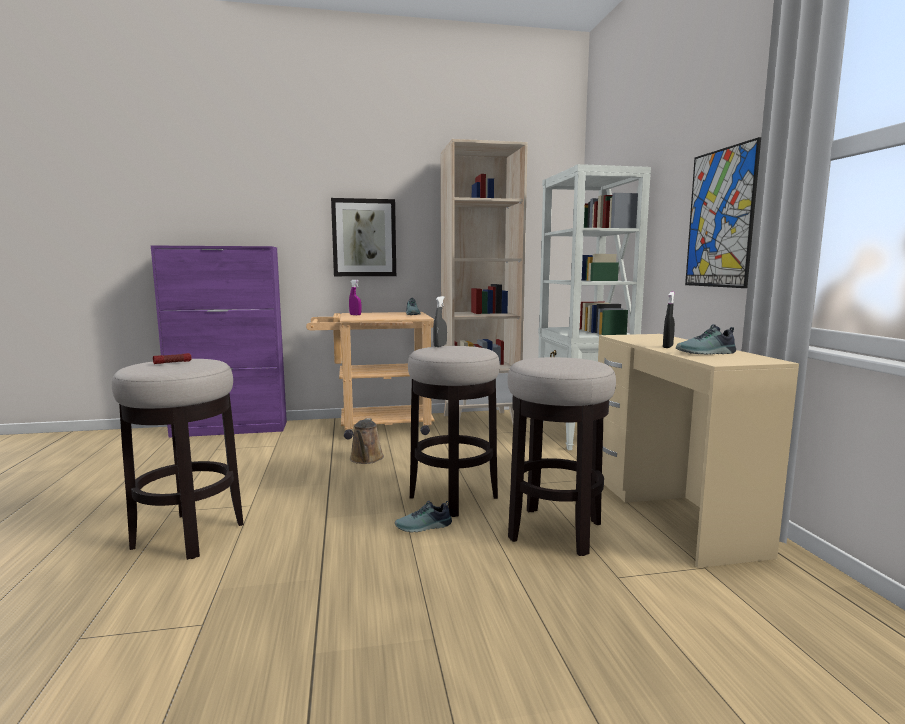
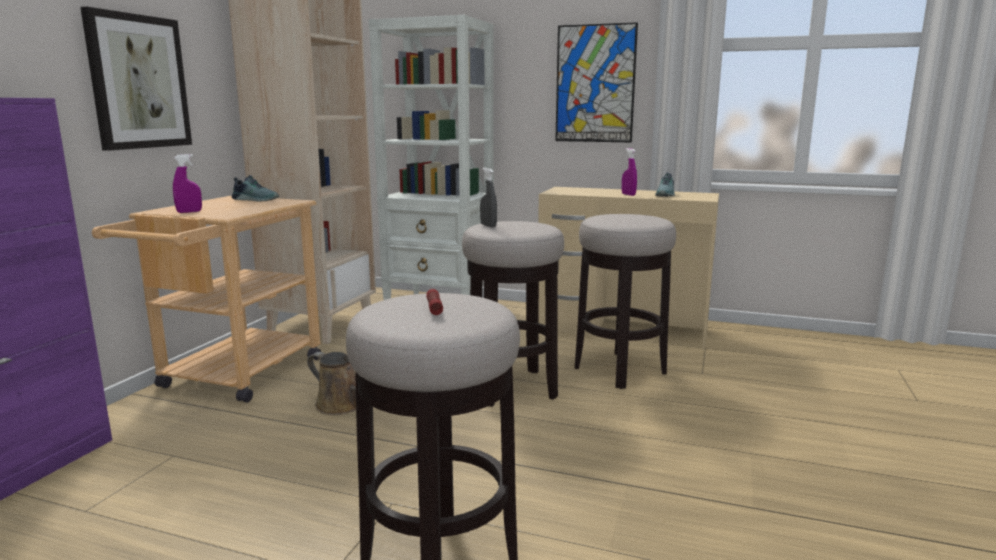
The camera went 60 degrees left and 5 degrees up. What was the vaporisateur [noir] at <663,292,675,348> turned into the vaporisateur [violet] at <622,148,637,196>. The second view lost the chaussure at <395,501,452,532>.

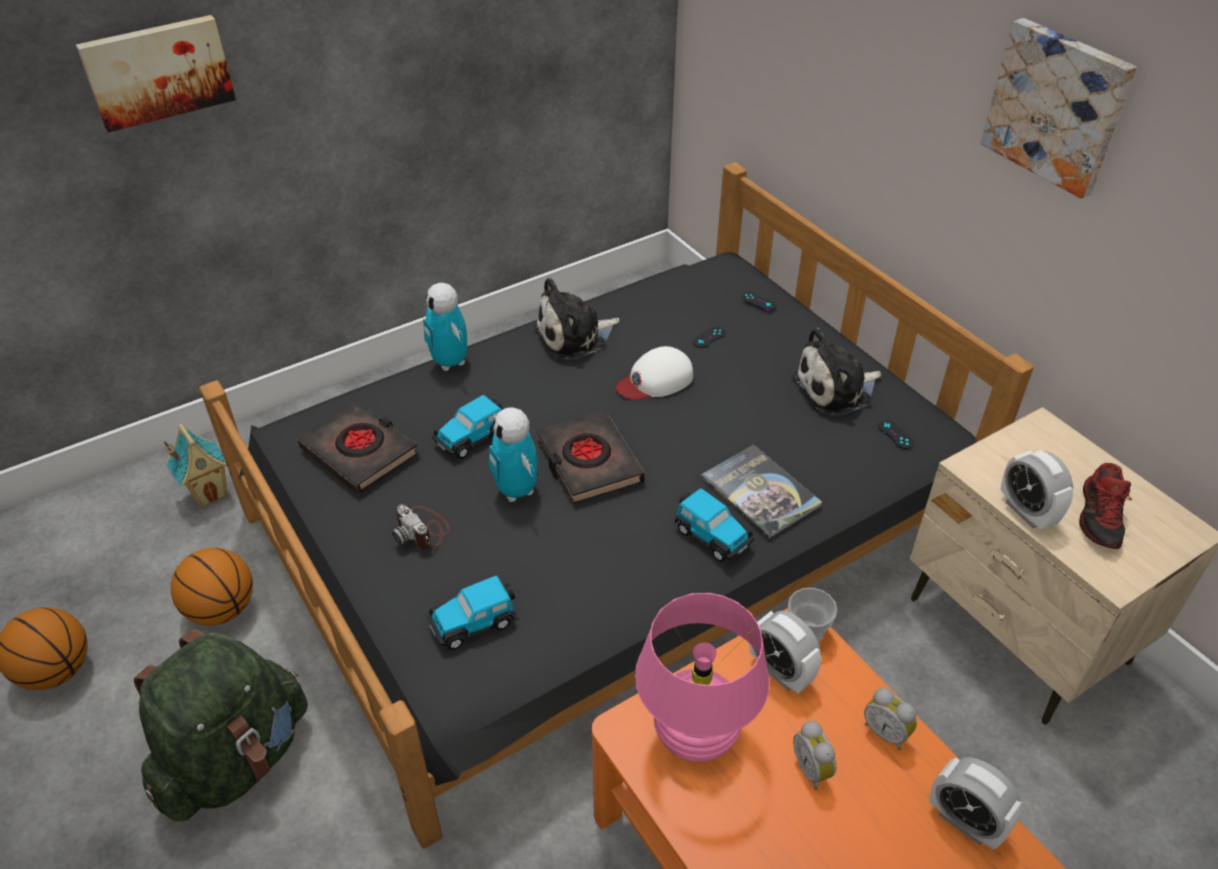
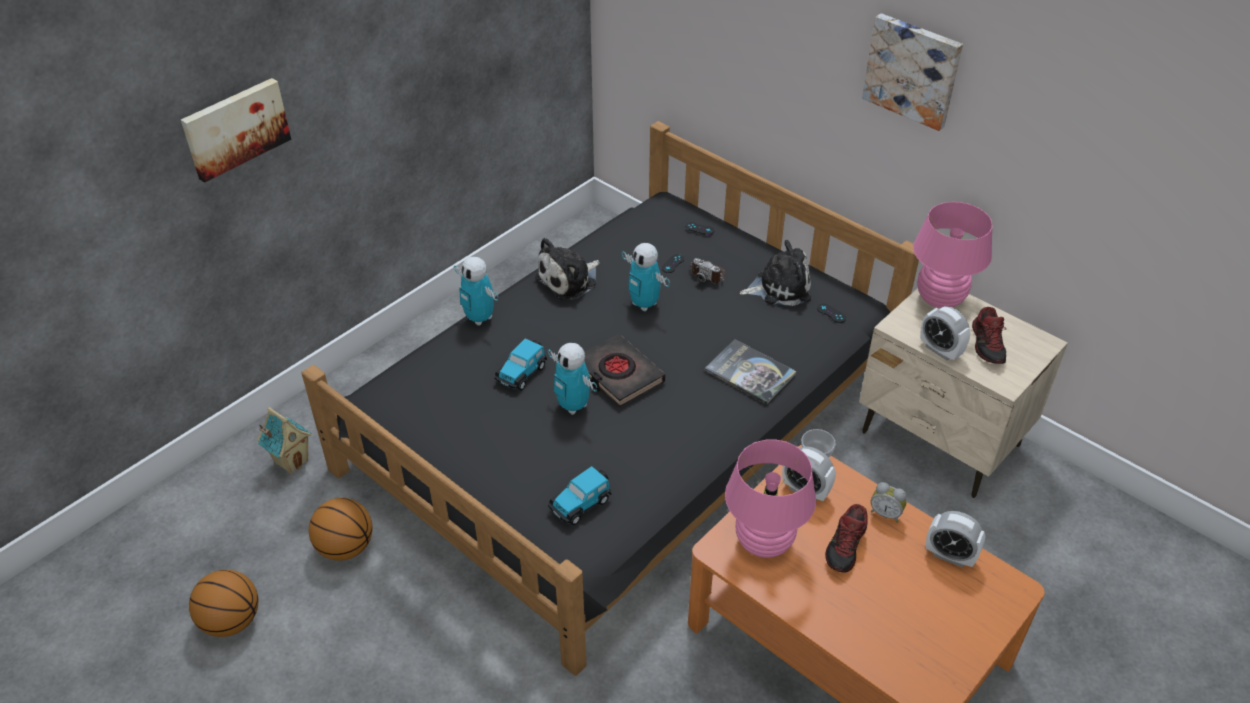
The camera went 15 degrees left and 0 degrees up. Where the casquette [blanc] stood at <616,346,693,400>, the robot jouet came to stand at <622,243,670,311>. The appareil photo ended up elsewhere, having gone from <392,504,450,549> to <689,258,725,284>. The peluche at <792,328,881,416> ended up facing another way, 150 degrees counterclockwise from before. Where the réveil stood at <793,721,836,790>, the chaussure came to stand at <825,504,868,573>. The second view gained the lampe de table [rose] at <913,202,992,308>. The second view lost the sac à dos [vert] at <134,629,308,822>. The second view lost the livre [noir] at <298,401,419,494>. The second view lost the petite voiture at <674,488,754,562>.

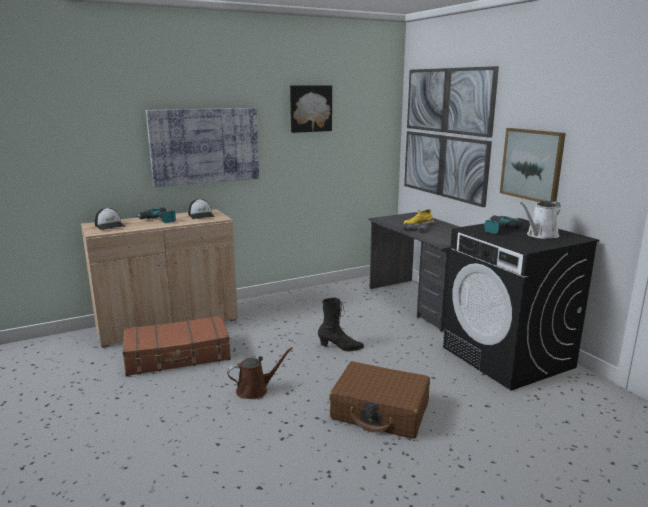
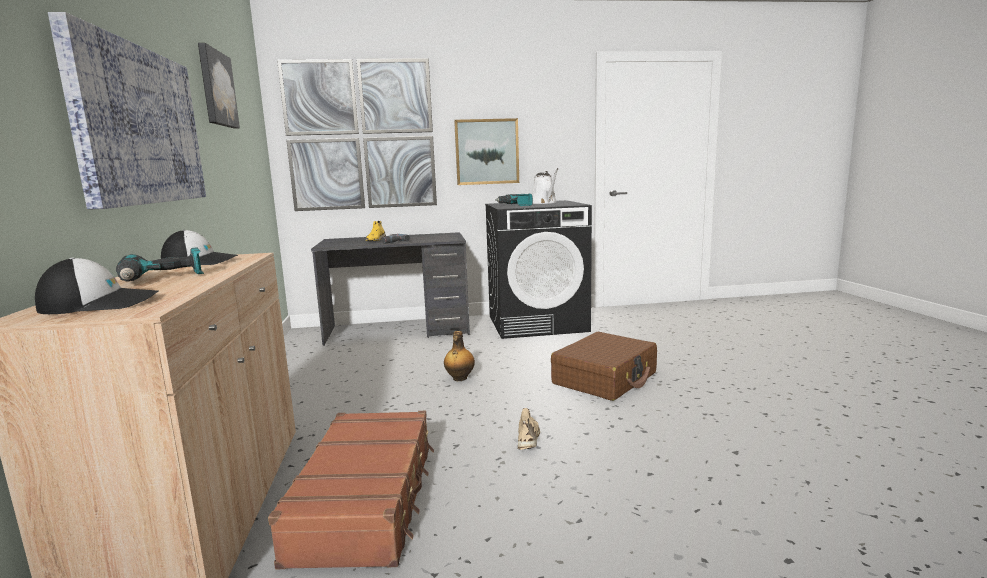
The camera went 70 degrees left and 5 degrees down. Where the botte [noir] stood at <318,298,364,351>, the bouteille came to stand at <444,331,475,381>. Where the arrosoir [marron] stood at <227,347,293,399>, the chaussure [beige] came to stand at <518,408,540,450>.

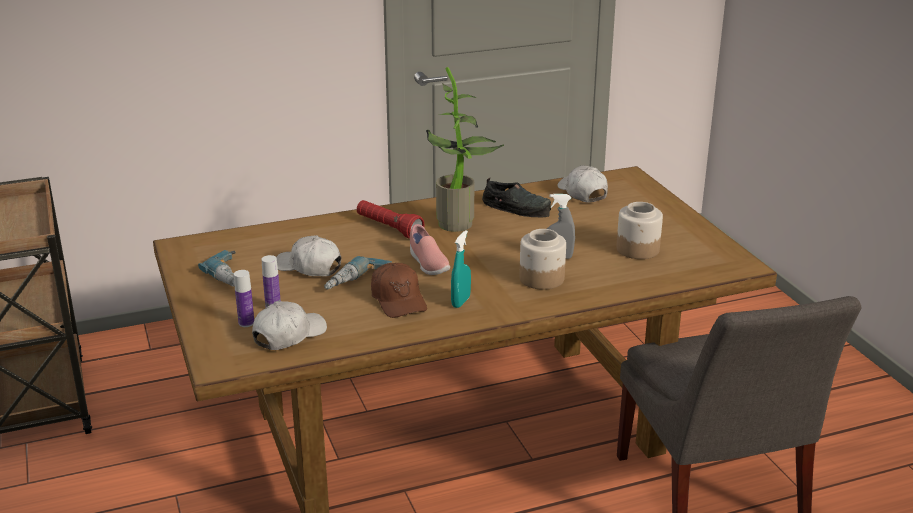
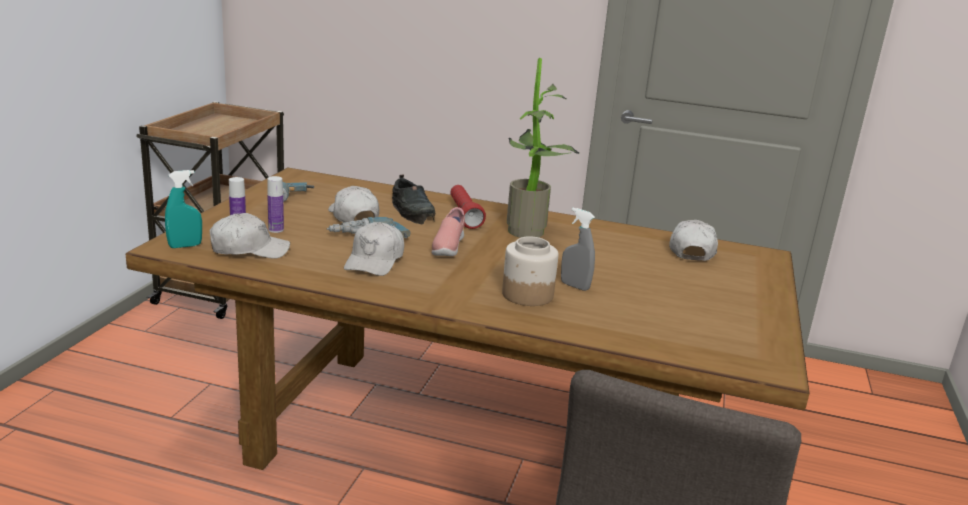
The camera went 35 degrees right and 5 degrees down. The vaporisateur [turquoise] ended up elsewhere, having gone from <451,230,471,308> to <165,170,202,248>. What was the casquette [marron] at <371,263,427,318> turned into the casquette [blanc] at <344,222,404,276>. The chaussure [noir] ended up elsewhere, having gone from <482,178,551,218> to <392,175,435,224>. The second view lost the bocal at <616,202,663,259>.

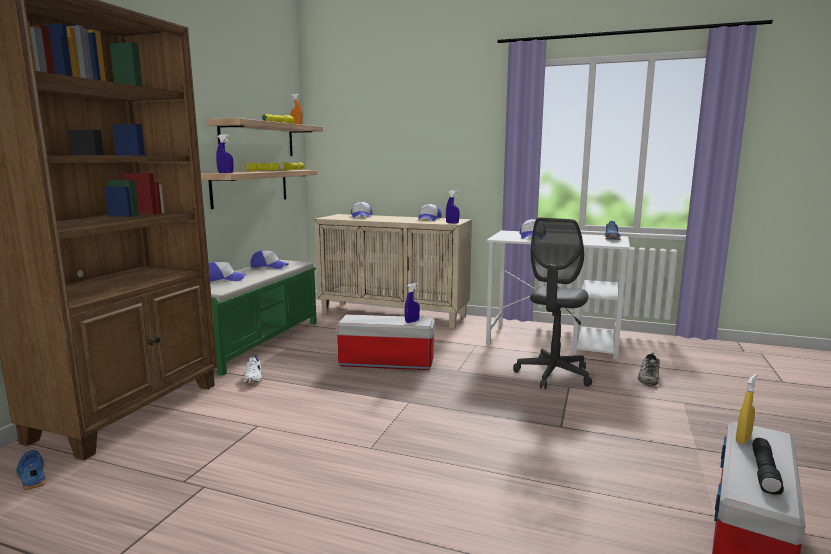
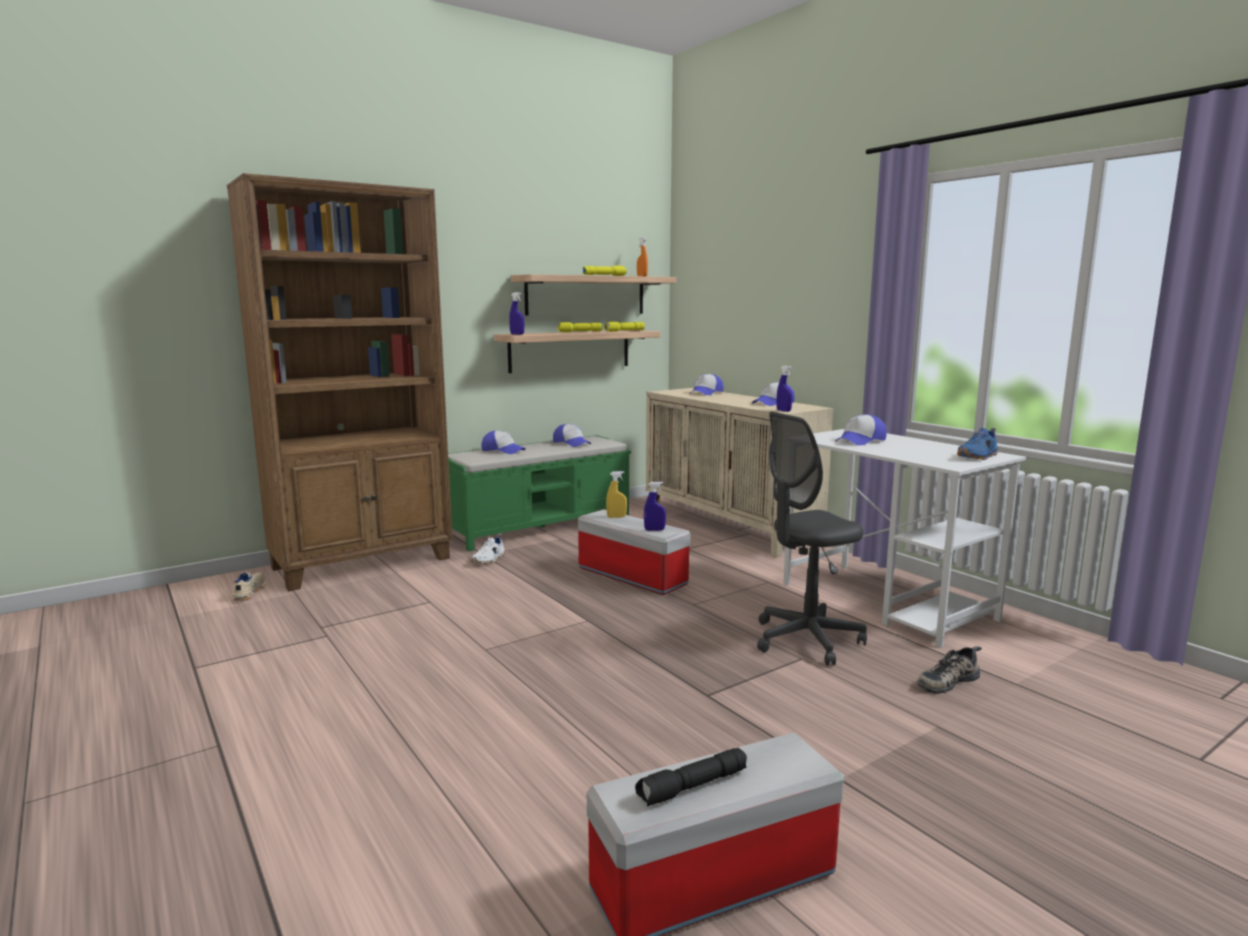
The camera went 35 degrees right and 0 degrees up. What was the chaussure [bleu] at <16,450,47,490> turned into the chaussure [beige] at <232,572,265,601>. The vaporisateur [jaune] ended up elsewhere, having gone from <736,374,757,444> to <606,471,627,518>.

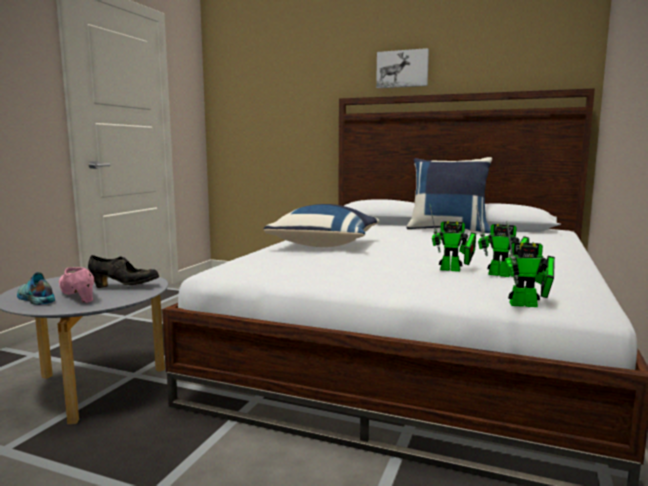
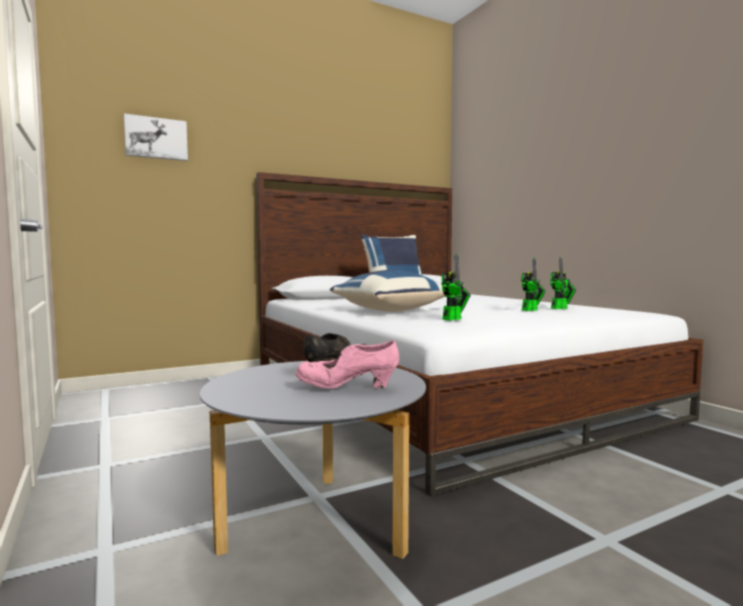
The camera went 50 degrees left and 5 degrees down. The tableau ended up elsewhere, having gone from <376,48,429,88> to <124,114,188,161>. The robot jouet ended up elsewhere, having gone from <505,221,555,307> to <442,253,471,321>. The second view lost the chaussure at <17,272,55,305>.

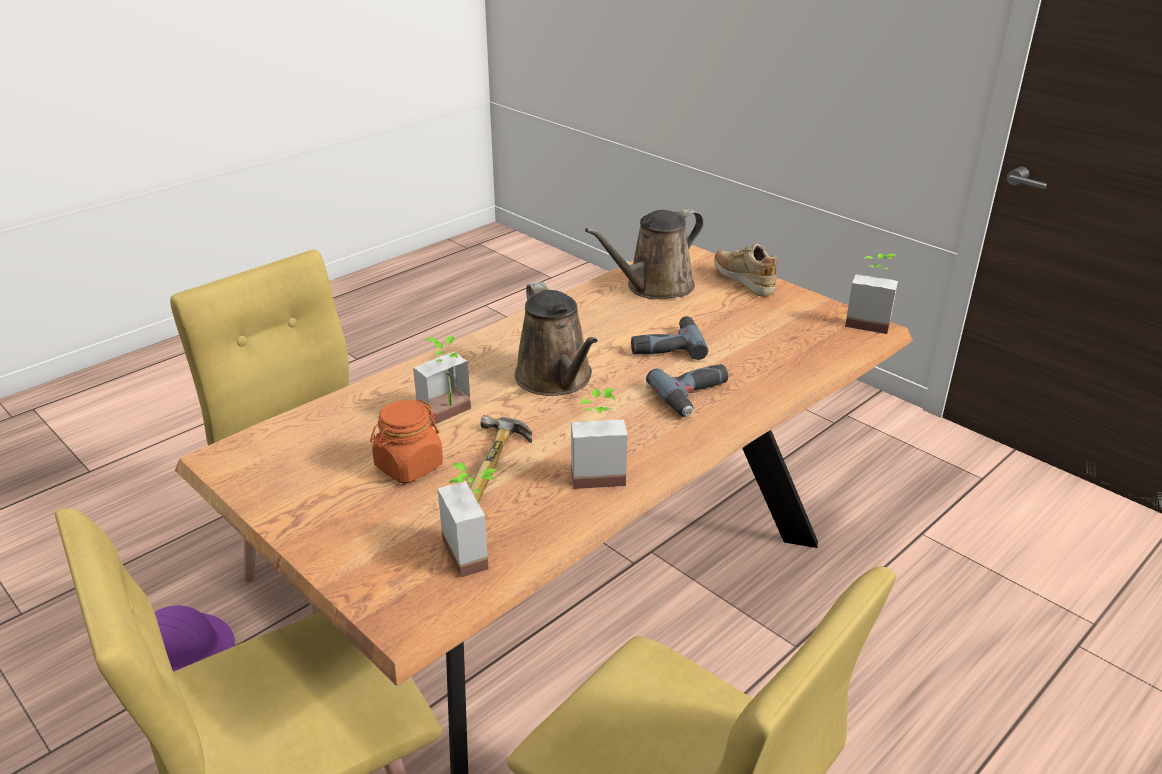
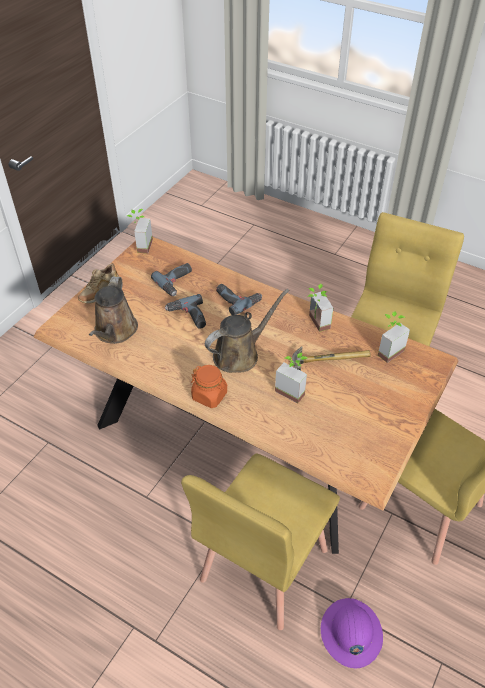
The camera went 105 degrees left and 15 degrees up. The arrosoir [marron] at <585,209,704,299> ended up facing another way, 60 degrees clockwise from before. The second view gained the perceuse at <151,263,192,296>. The bocal [orange] ended up elsewhere, having gone from <370,400,443,483> to <191,365,228,408>.

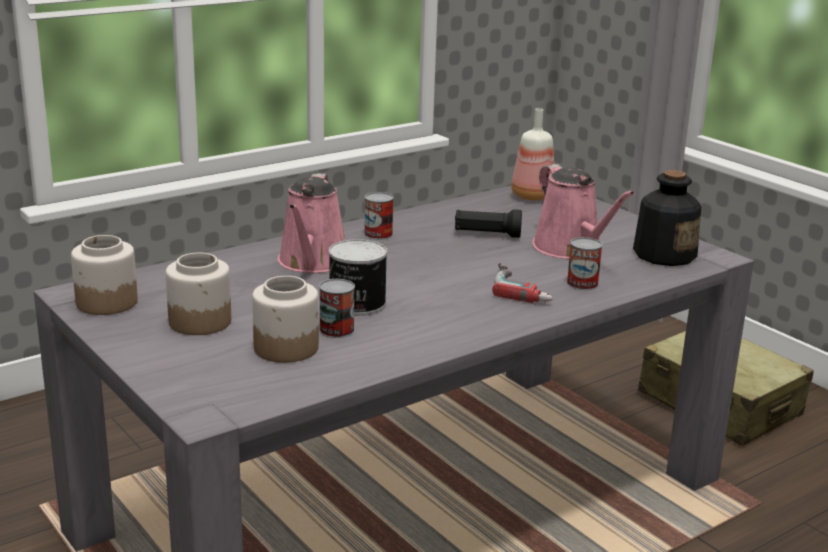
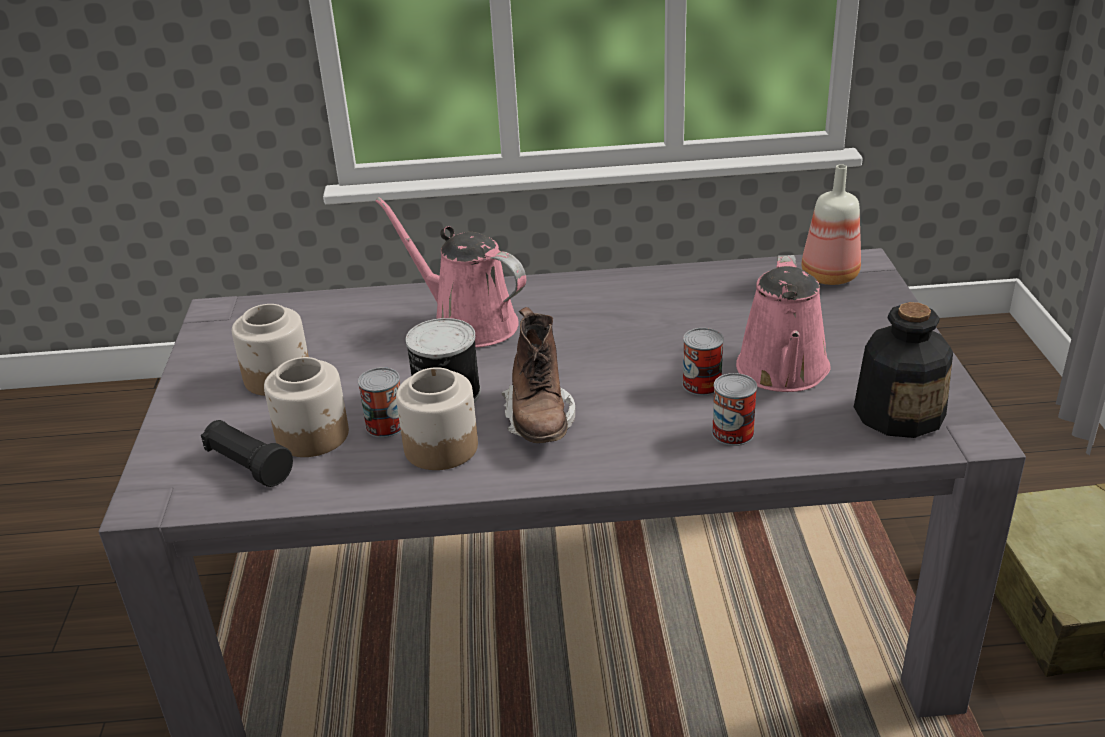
The camera went 35 degrees right and 10 degrees up. The lampe de poche [noir] ended up elsewhere, having gone from <455,209,522,238> to <201,420,293,487>. The arrosoir [rose] at <278,173,345,273> ended up facing another way, 90 degrees clockwise from before. The bocal ended up elsewhere, having gone from <71,235,138,315> to <396,367,478,470>. The second view gained the botte [marron] at <502,307,575,443>. The boîte métallique ended up elsewhere, having gone from <364,192,394,240> to <682,328,724,396>. The second view lost the perceuse at <492,263,553,303>.

